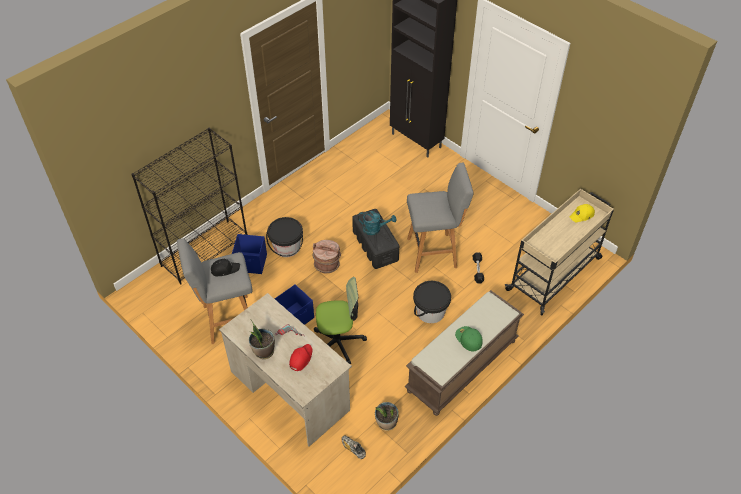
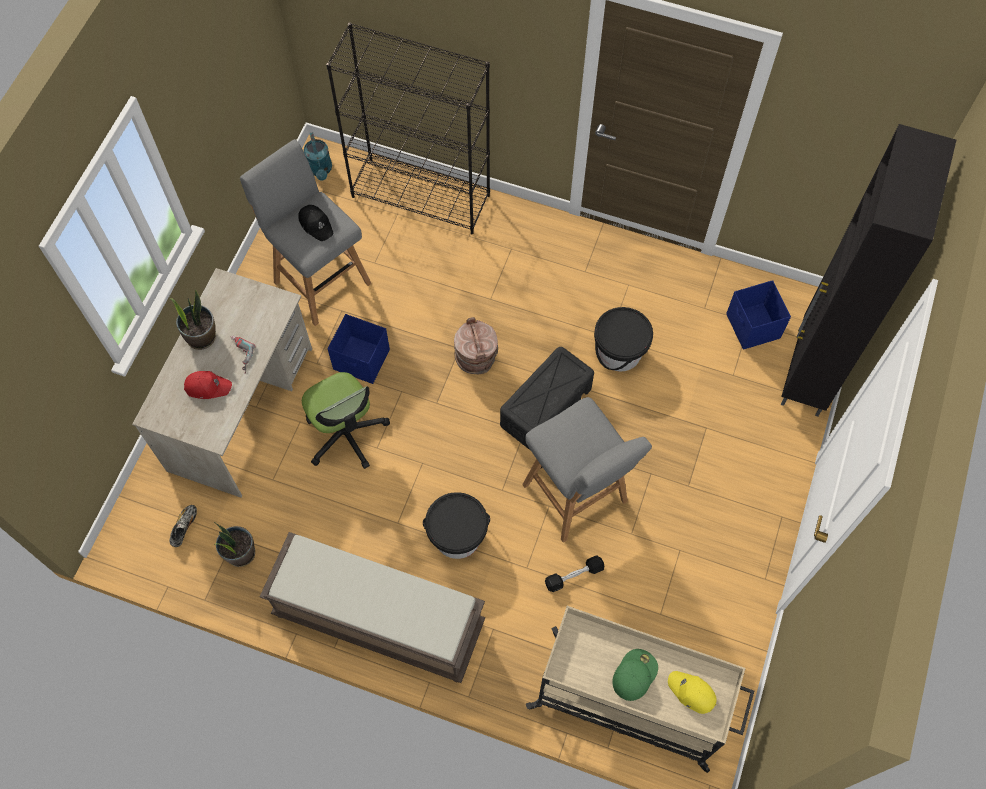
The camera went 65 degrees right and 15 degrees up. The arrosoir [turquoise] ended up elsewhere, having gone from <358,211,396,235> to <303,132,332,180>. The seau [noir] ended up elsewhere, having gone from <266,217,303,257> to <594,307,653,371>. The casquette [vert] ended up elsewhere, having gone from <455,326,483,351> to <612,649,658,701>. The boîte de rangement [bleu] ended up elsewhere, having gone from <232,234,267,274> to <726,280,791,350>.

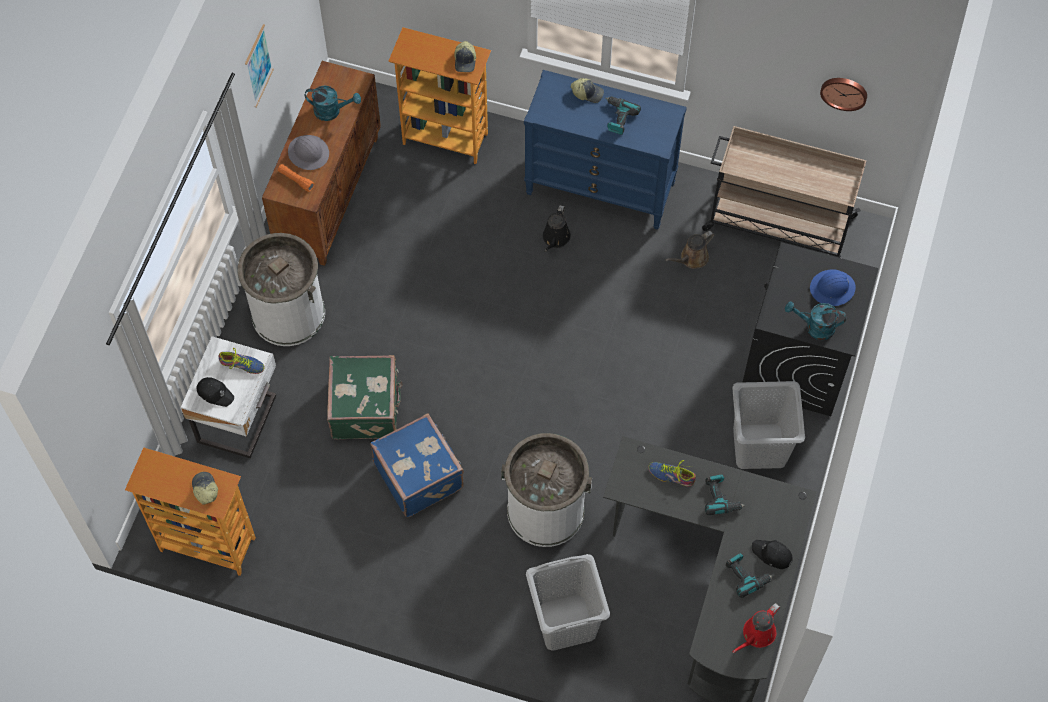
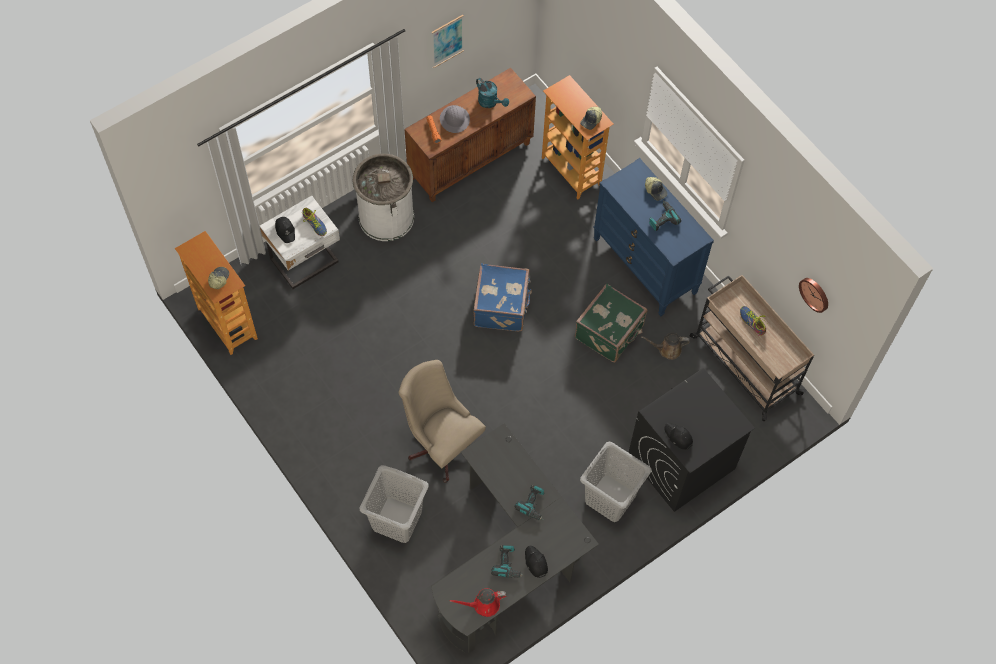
The camera went 35 degrees right and 0 degrees up. Where the poubelle [blanc] stood at <501,433,592,547>, the chaise de bureau [beige] came to stand at <398,360,486,483>. The valise [bleu] ended up elsewhere, having gone from <370,413,464,517> to <474,263,532,332>. The valise [vert] ended up elsewhere, having gone from <327,355,403,439> to <575,283,648,363>. Where the arrosoir [turquoise] stood at <785,301,846,340>, the casquette [noir] came to stand at <665,423,693,450>. The chaussure ended up elsewhere, having gone from <648,460,696,486> to <740,306,767,336>. The second view lost the arrosoir [noir] at <543,205,571,252>. The second view lost the casque de chantier [bleu] at <810,269,856,306>.

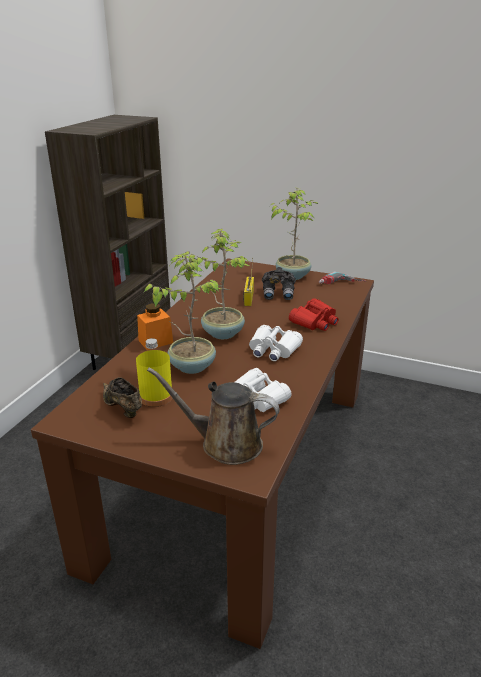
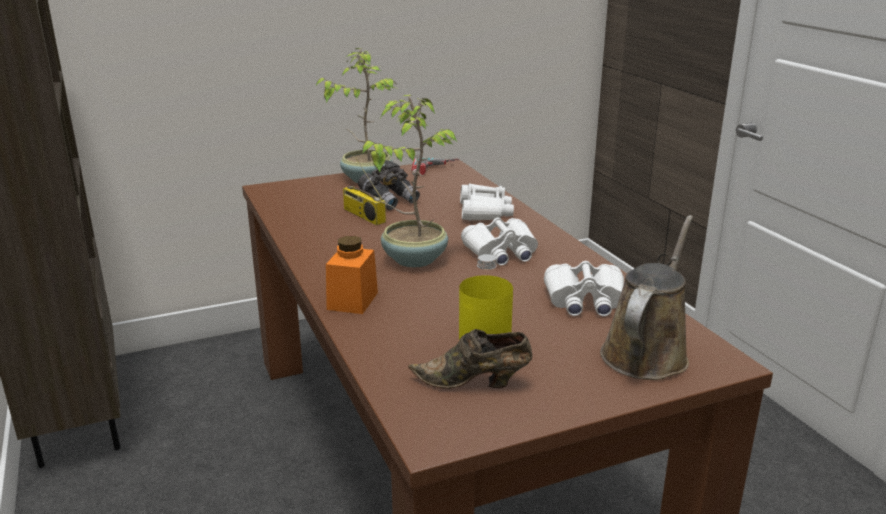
The camera went 45 degrees left and 5 degrees down. What was the jumelles [rouge] at <289,298,338,331> turned into the jumelles [blanc] at <460,183,514,221>. The arrosoir [marron] at <147,368,280,465> ended up facing another way, 150 degrees clockwise from before. The second view lost the plante en pot at <144,253,221,374>.

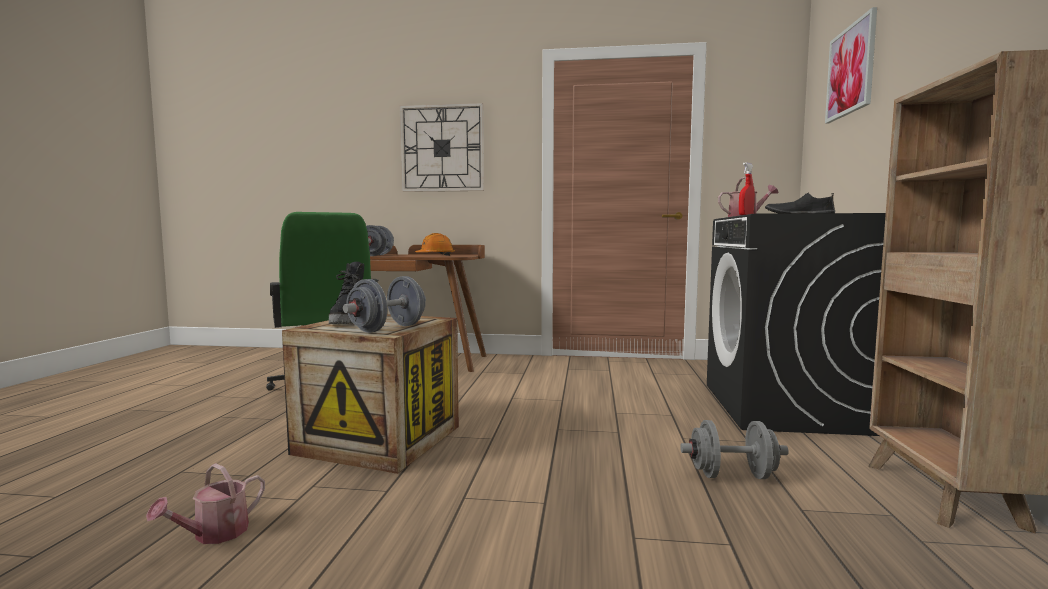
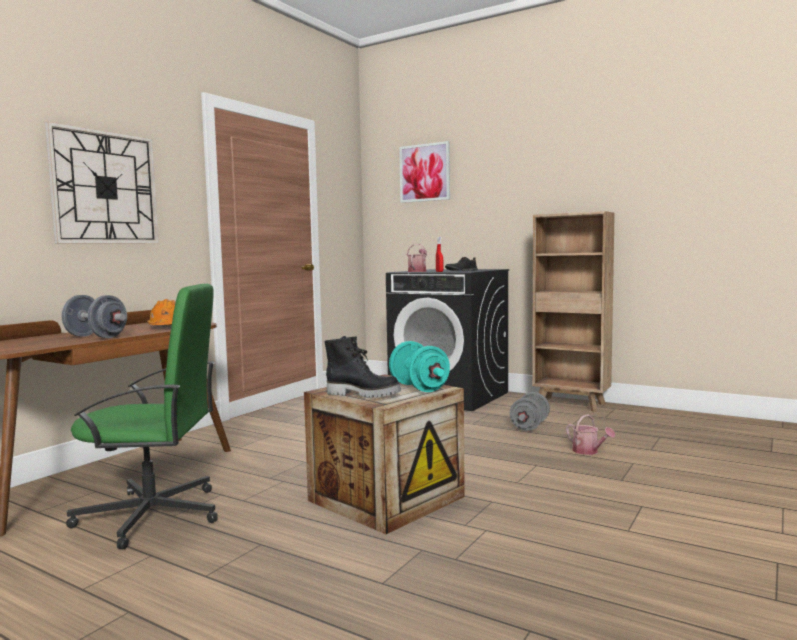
The camera went 65 degrees left and 0 degrees up. What was the haltère [gris] at <343,276,426,333> turned into the haltère [turquoise] at <389,341,450,392>. The arrosoir ended up elsewhere, having gone from <146,463,265,544> to <566,414,615,455>.

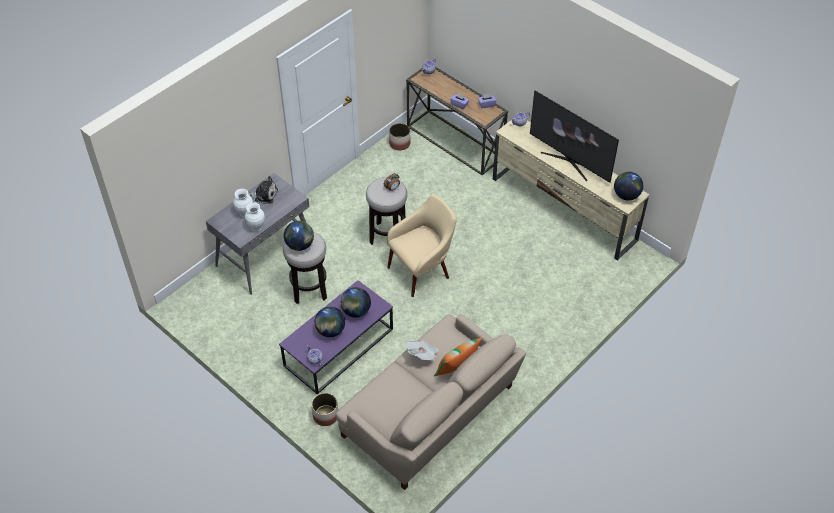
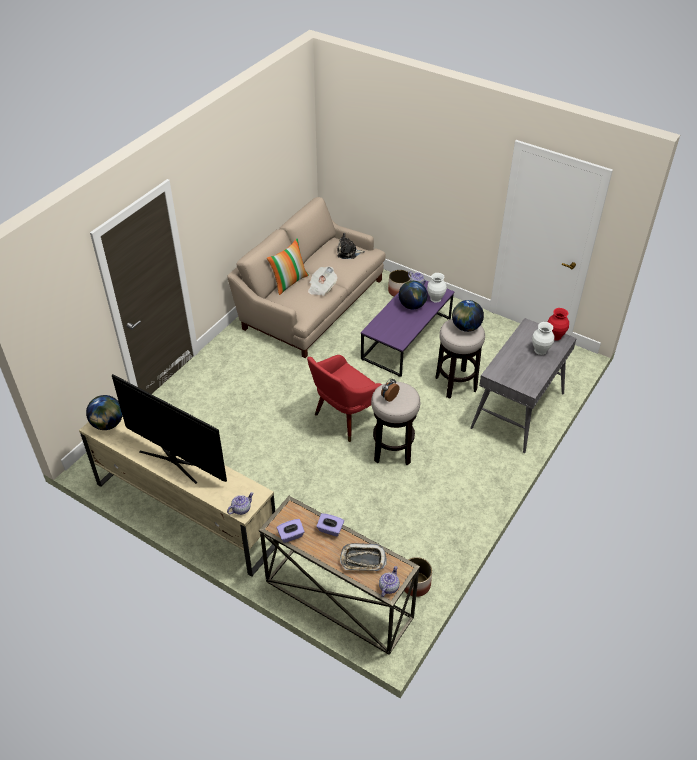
The camera went 170 degrees right and 5 degrees down. What was the fauteuil [beige] at <387,194,457,297> turned into the fauteuil [rouge] at <307,355,382,442>. The peluche ended up elsewhere, having gone from <248,176,278,204> to <337,233,365,259>. The second view gained the plateau at <340,543,387,571>. The vase [blanc] ended up elsewhere, having gone from <245,202,265,231> to <427,273,447,303>. The second view gained the vase [rouge] at <548,308,569,341>. The second view lost the globe at <341,287,371,318>.

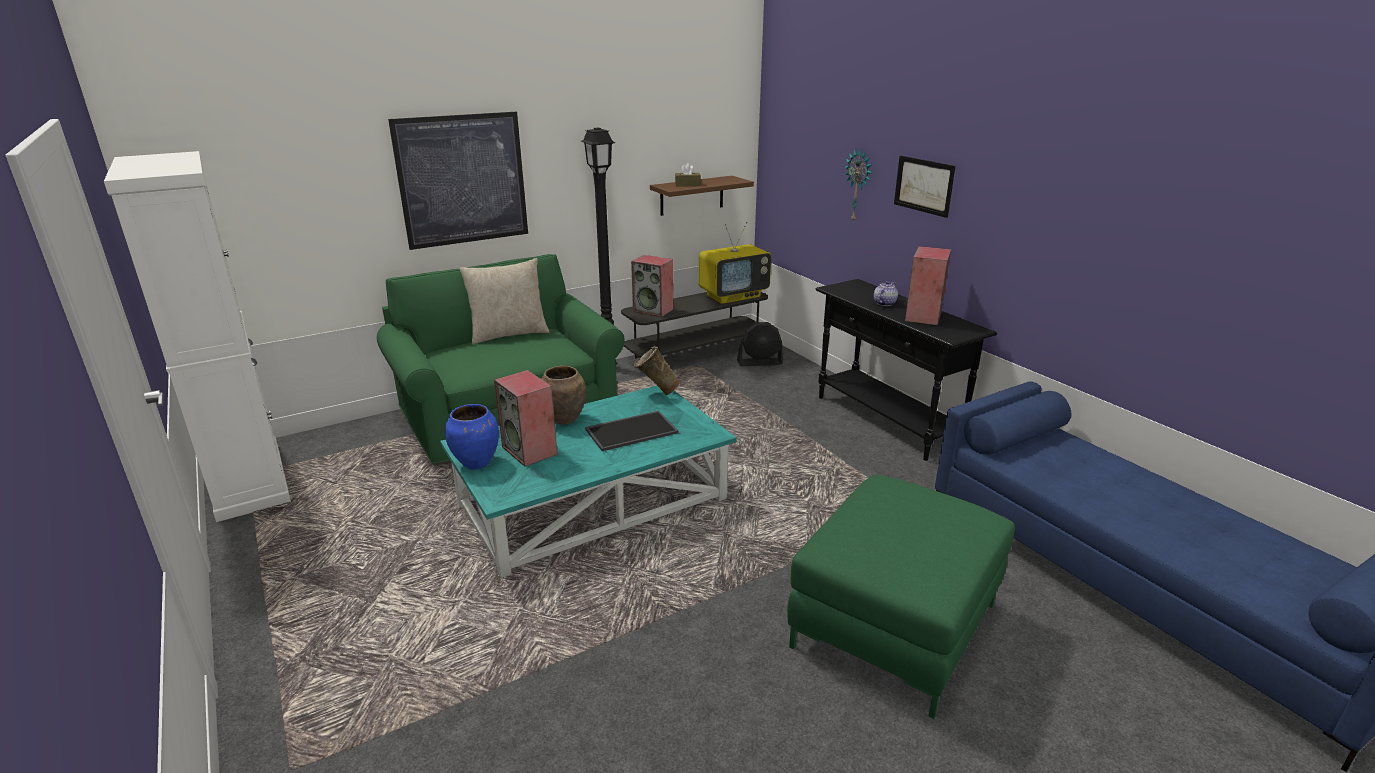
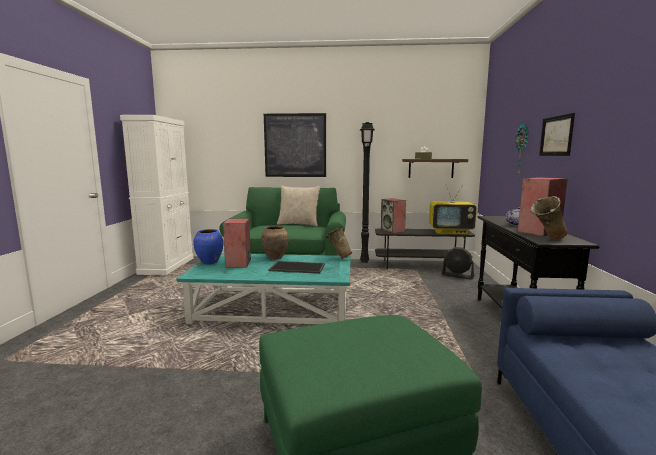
The camera went 35 degrees right and 15 degrees down. The second view gained the vase [beige] at <530,196,568,240>.

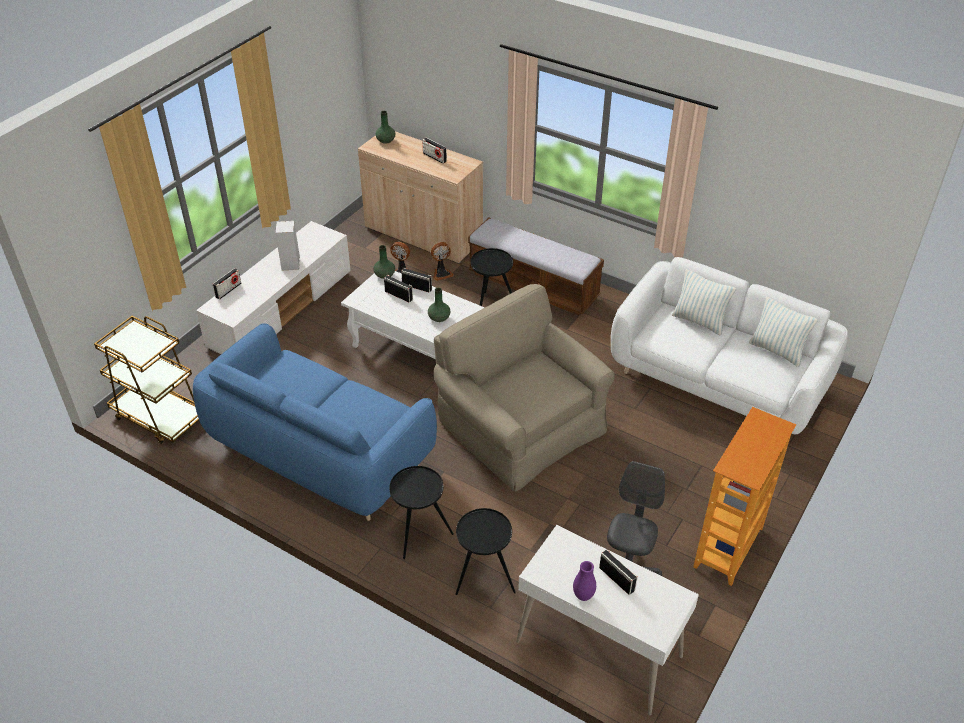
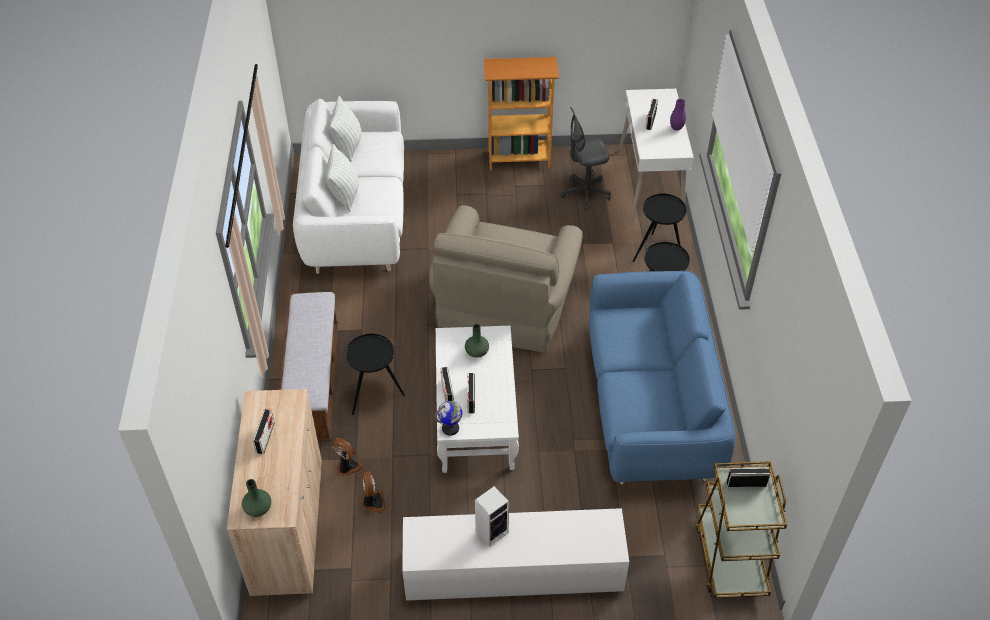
The camera went 125 degrees left and 5 degrees up. Where the vase [vert] stood at <373,245,395,279>, the globe came to stand at <435,401,462,436>. The radio ended up elsewhere, having gone from <213,268,241,299> to <727,468,770,487>.

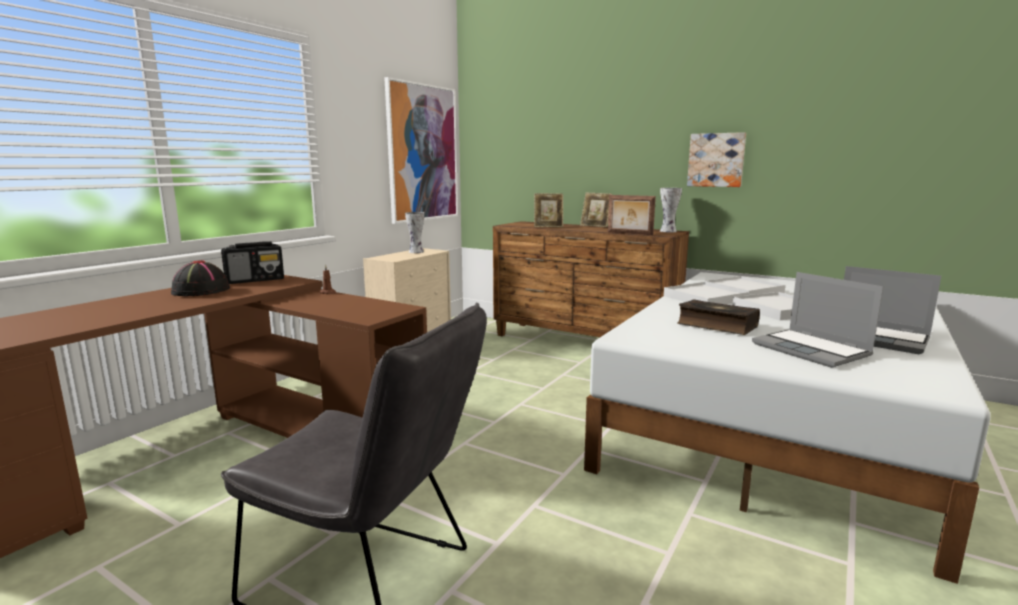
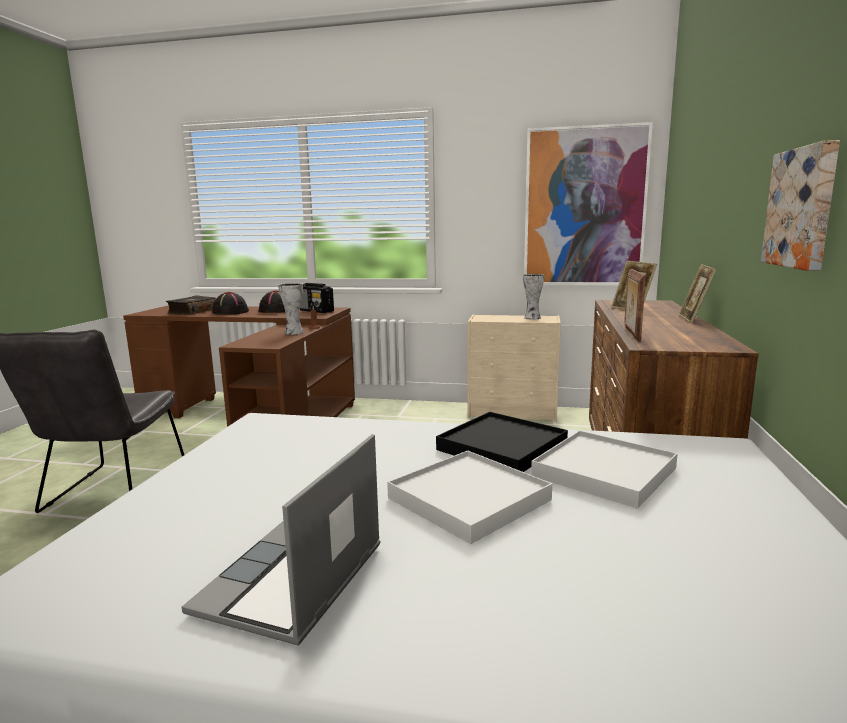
The camera went 70 degrees right and 0 degrees up. The livre ended up elsewhere, having gone from <677,299,760,335> to <166,295,216,315>. The second view gained the chapeau [noir] at <212,292,249,315>. The vase ended up elsewhere, having gone from <660,188,682,232> to <278,283,304,335>. What was the plateau [blanc] at <664,282,748,304> turned into the plateau [noir] at <436,412,568,472>. The second view lost the ordinateur portable at <752,272,883,368>.

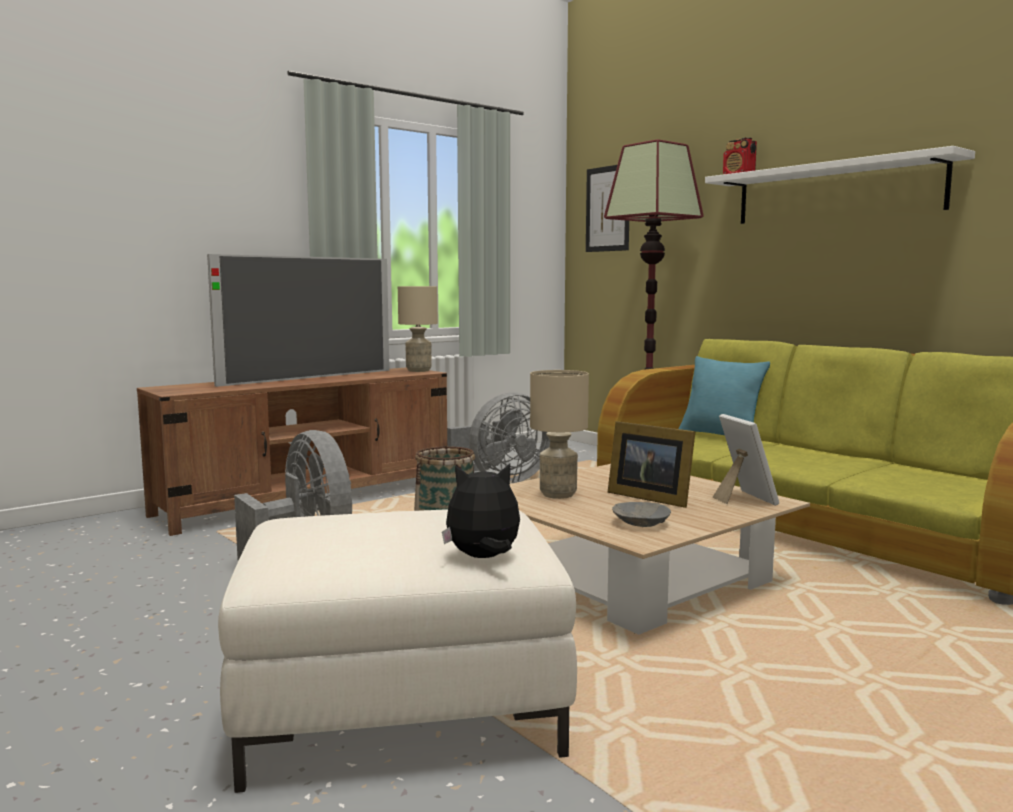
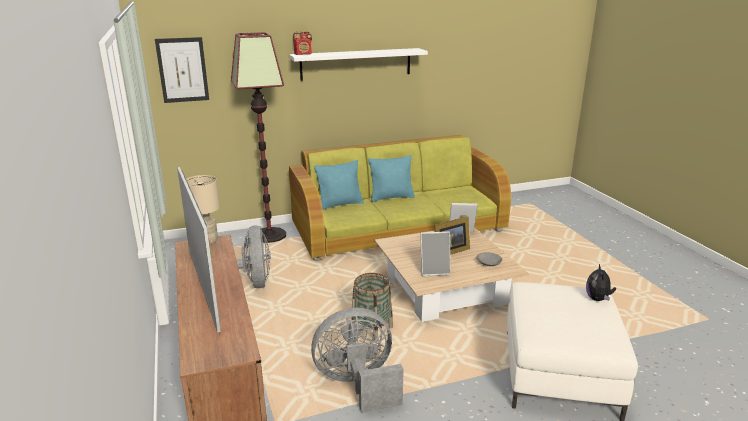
The camera went 70 degrees left and 15 degrees up. The second view gained the coussin [turquoise] at <368,155,415,202>. Where the lampe de table [beige] stood at <530,370,589,499>, the cadre photo came to stand at <420,231,451,276>.

